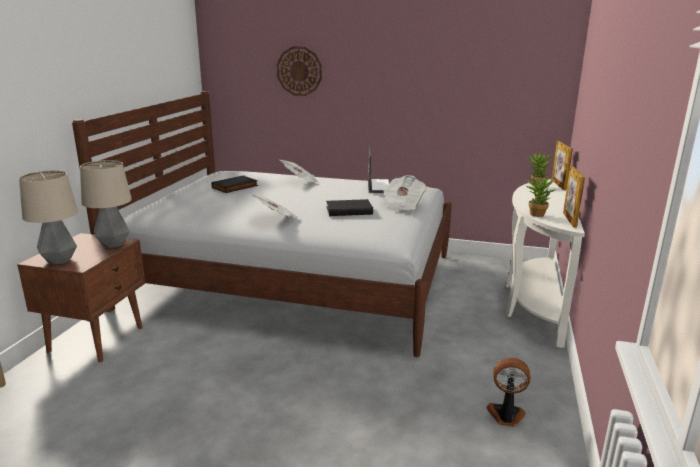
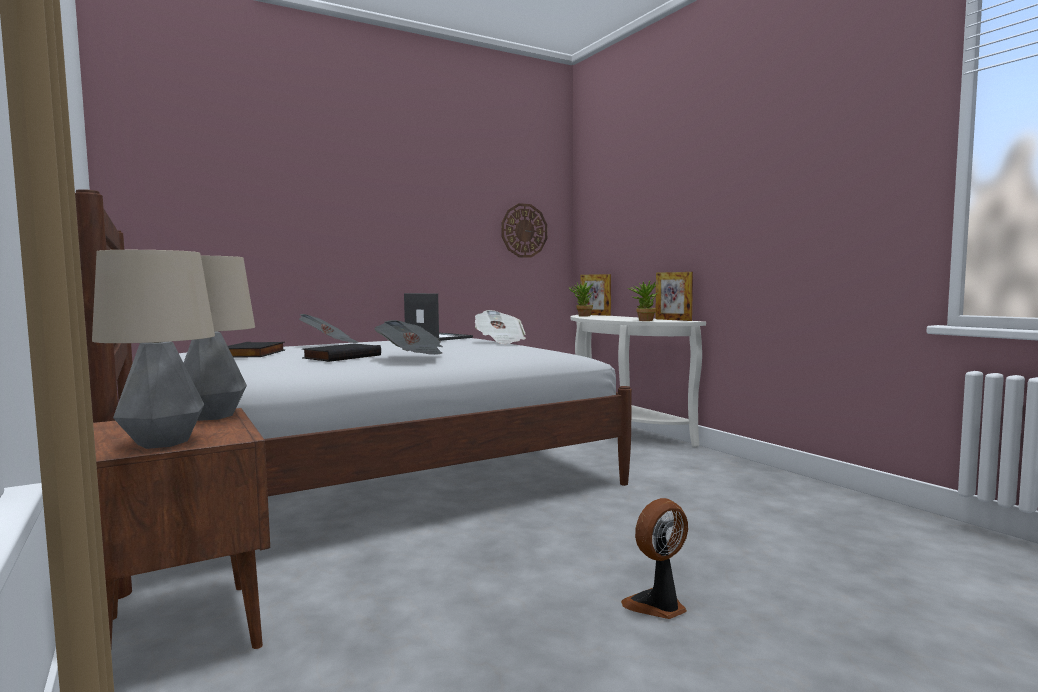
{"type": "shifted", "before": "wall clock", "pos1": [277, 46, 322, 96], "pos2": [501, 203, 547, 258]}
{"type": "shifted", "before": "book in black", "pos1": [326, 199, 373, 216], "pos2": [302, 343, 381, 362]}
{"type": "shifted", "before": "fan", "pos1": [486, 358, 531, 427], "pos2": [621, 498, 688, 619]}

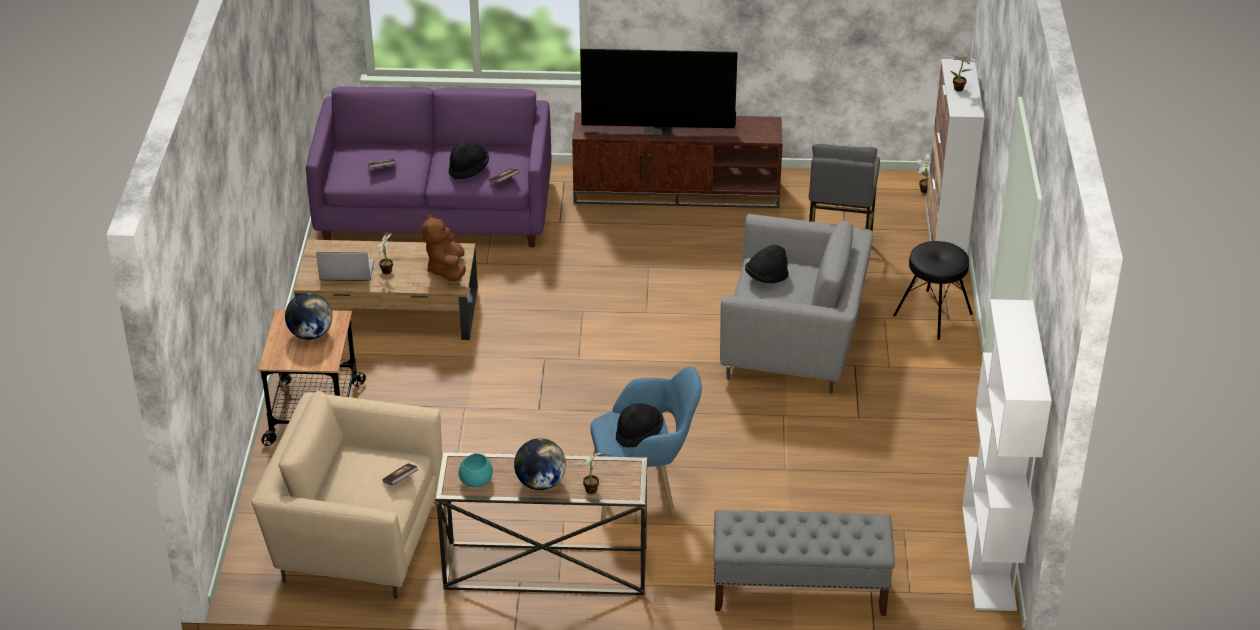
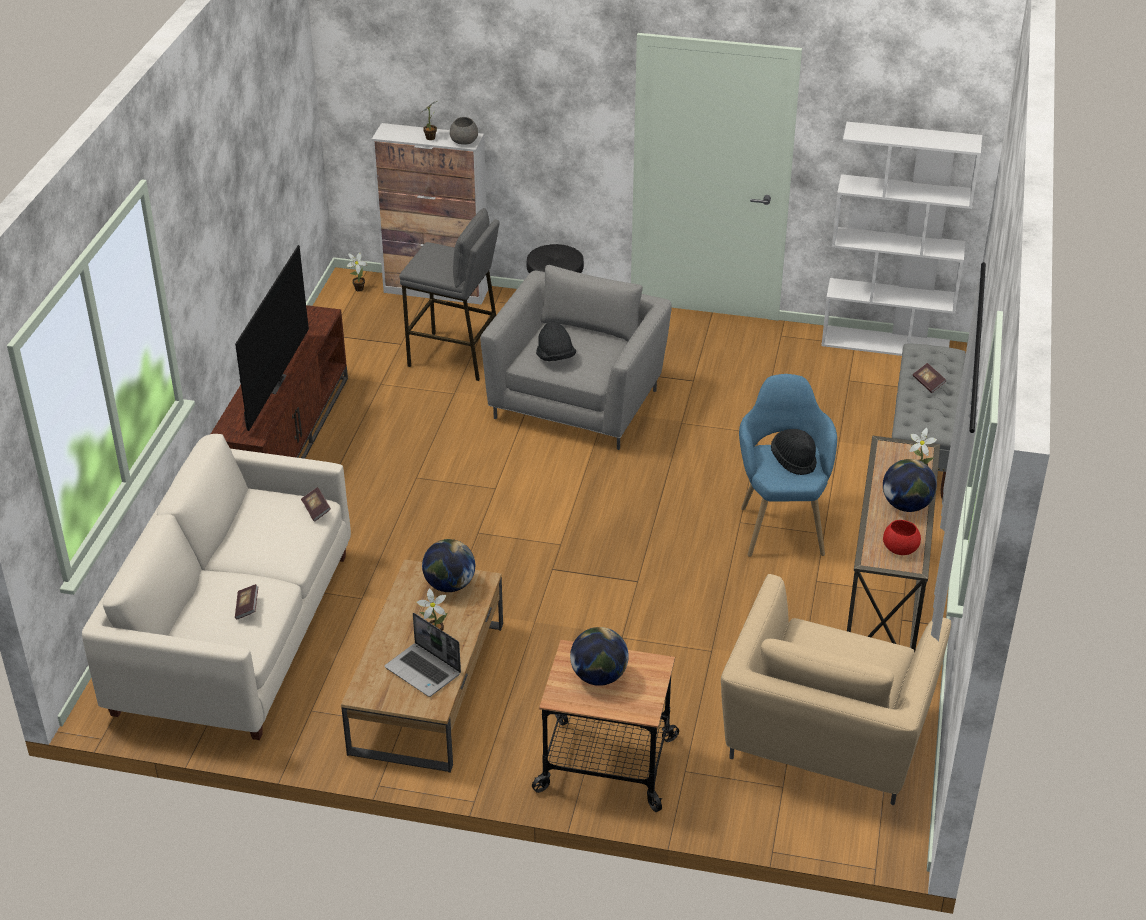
{"type": "gone", "before": "hat in black", "pos1": [449, 141, 489, 179]}
{"type": "new", "after": "bowl in grey", "pos2": [450, 117, 478, 144]}
{"type": "shifted", "before": "book", "pos1": [382, 463, 419, 485], "pos2": [913, 363, 946, 393]}
{"type": "swapped", "before": "plush toy in brown", "after": "globe", "pos1": [422, 213, 466, 282], "pos2": [422, 539, 475, 592]}
{"type": "repainted", "before": "sofa in purple", "after": "sofa in white", "pos1": [306, 86, 551, 247], "pos2": [82, 434, 351, 740]}
{"type": "repainted", "before": "bowl in turquoise", "after": "bowl in red", "pos1": [459, 453, 493, 488], "pos2": [883, 520, 921, 555]}
{"type": "rotated", "before": "laptop", "pos1": [316, 252, 374, 281], "pos2": [385, 613, 461, 697], "turn": -60}

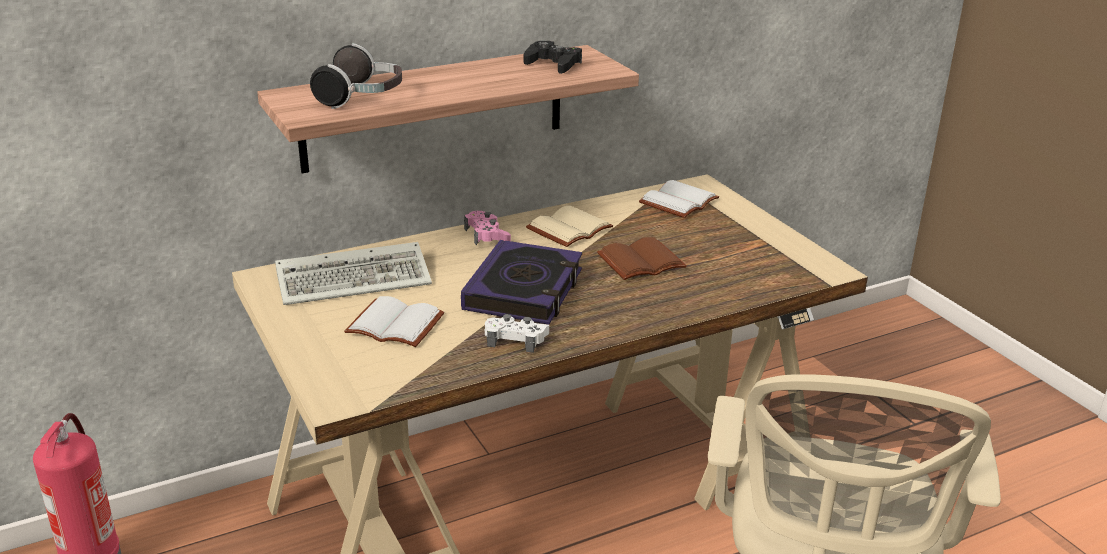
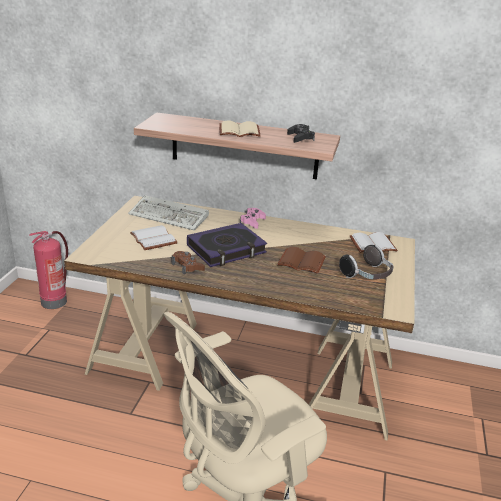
{"type": "shifted", "before": "headphones", "pos1": [310, 43, 402, 109], "pos2": [339, 245, 394, 279]}
{"type": "shifted", "before": "book in beige", "pos1": [526, 205, 613, 247], "pos2": [219, 120, 261, 137]}
{"type": "repainted", "before": "game controller in white", "after": "game controller in brown", "pos1": [485, 314, 549, 353], "pos2": [171, 251, 205, 275]}

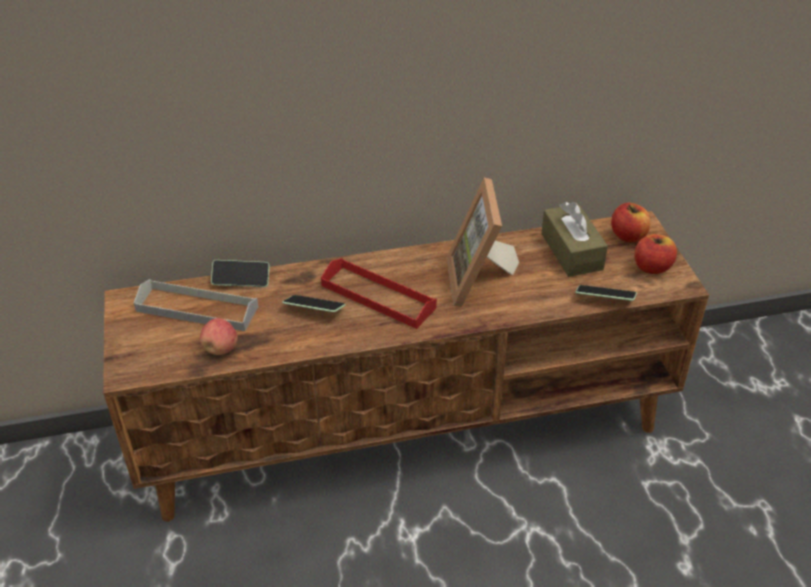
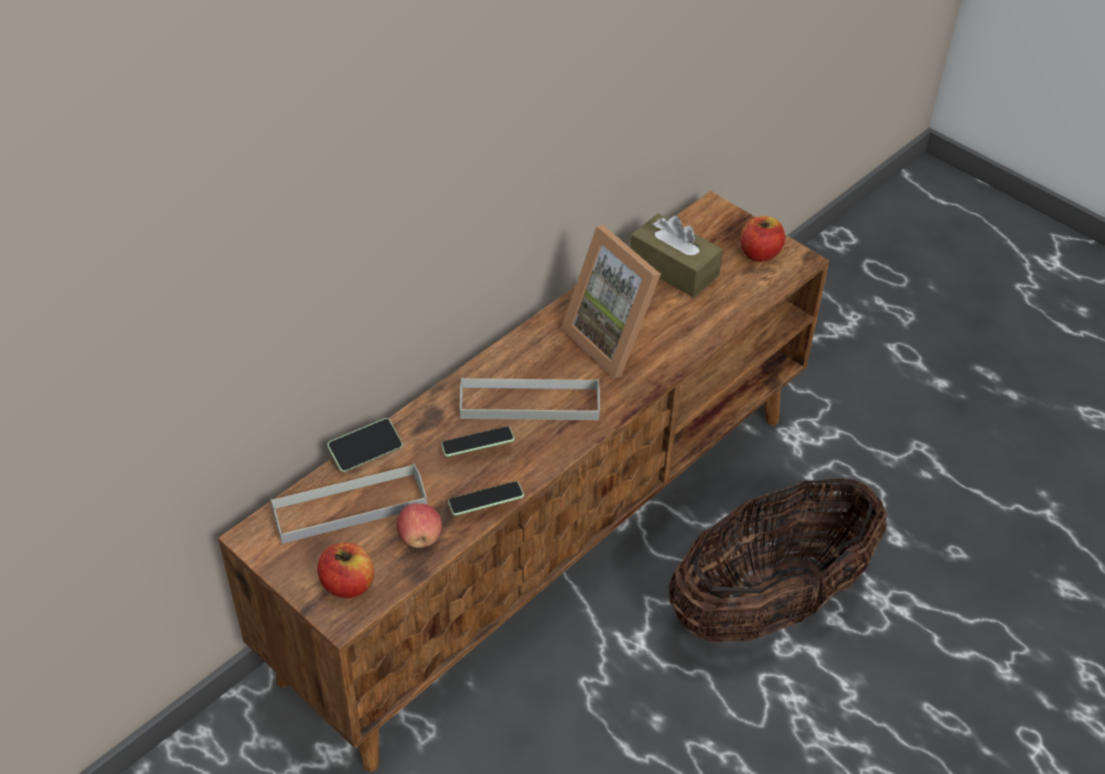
{"type": "new", "after": "basket", "pos2": [669, 478, 887, 643]}
{"type": "shifted", "before": "phone", "pos1": [575, 285, 637, 301], "pos2": [448, 481, 524, 516]}
{"type": "shifted", "before": "apple", "pos1": [611, 203, 650, 242], "pos2": [317, 543, 374, 598]}
{"type": "repainted", "before": "tray in red", "after": "tray in grey", "pos1": [321, 258, 437, 329], "pos2": [460, 377, 600, 420]}

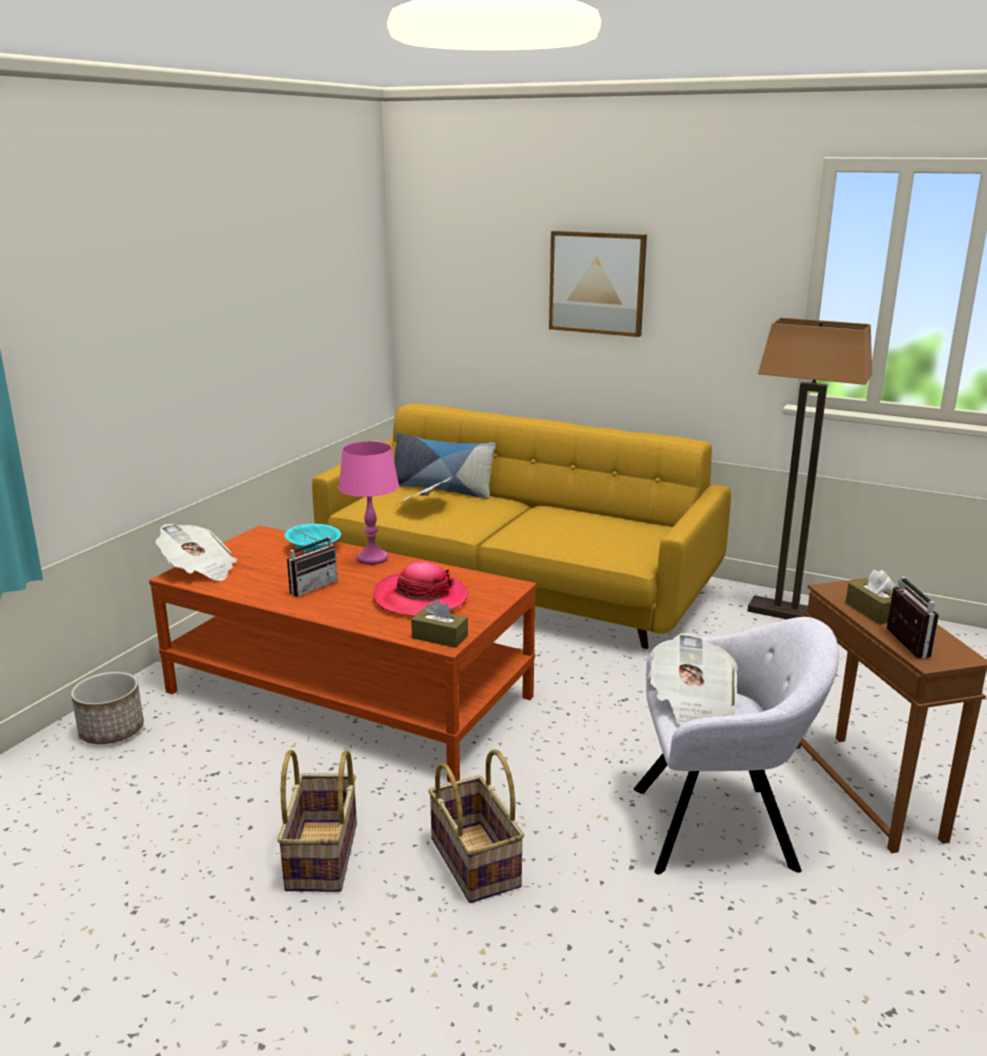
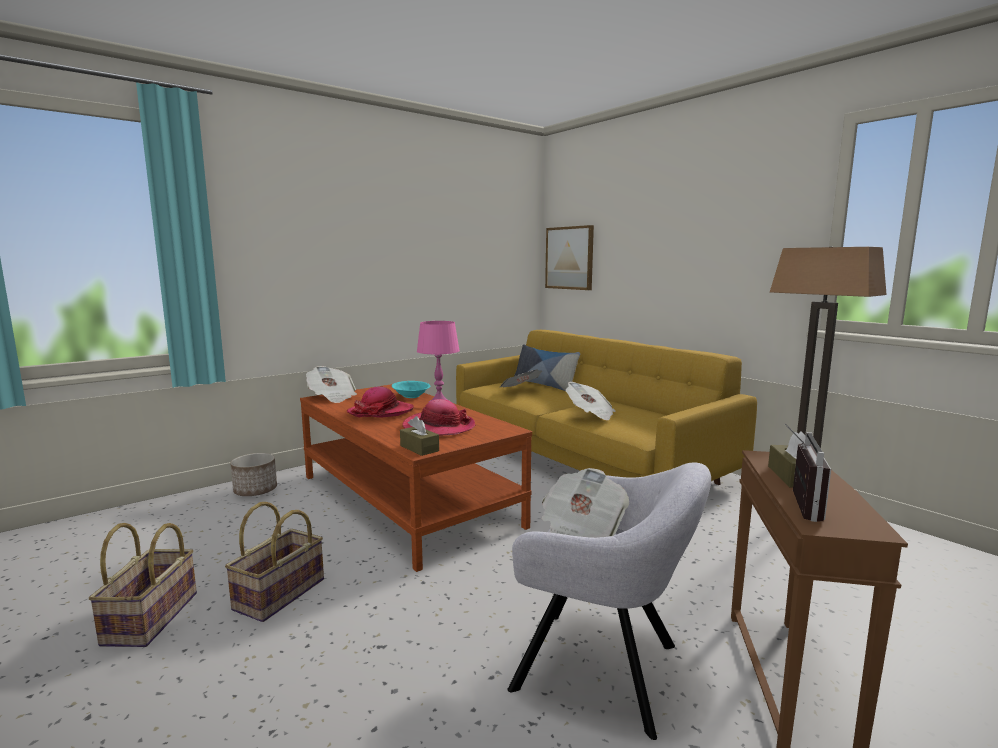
{"type": "new", "after": "newspaper", "pos2": [565, 382, 616, 420]}
{"type": "shifted", "before": "basket", "pos1": [428, 749, 524, 903], "pos2": [88, 523, 197, 647]}
{"type": "shifted", "before": "picture", "pos1": [549, 231, 647, 337], "pos2": [545, 225, 594, 290]}
{"type": "swapped", "before": "radio", "after": "hat", "pos1": [287, 528, 338, 597], "pos2": [347, 387, 414, 418]}

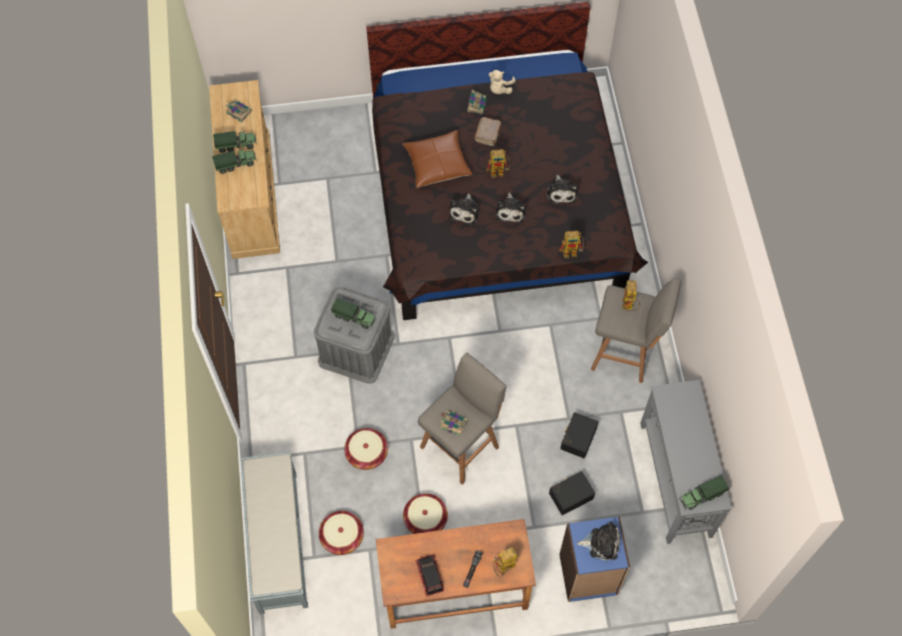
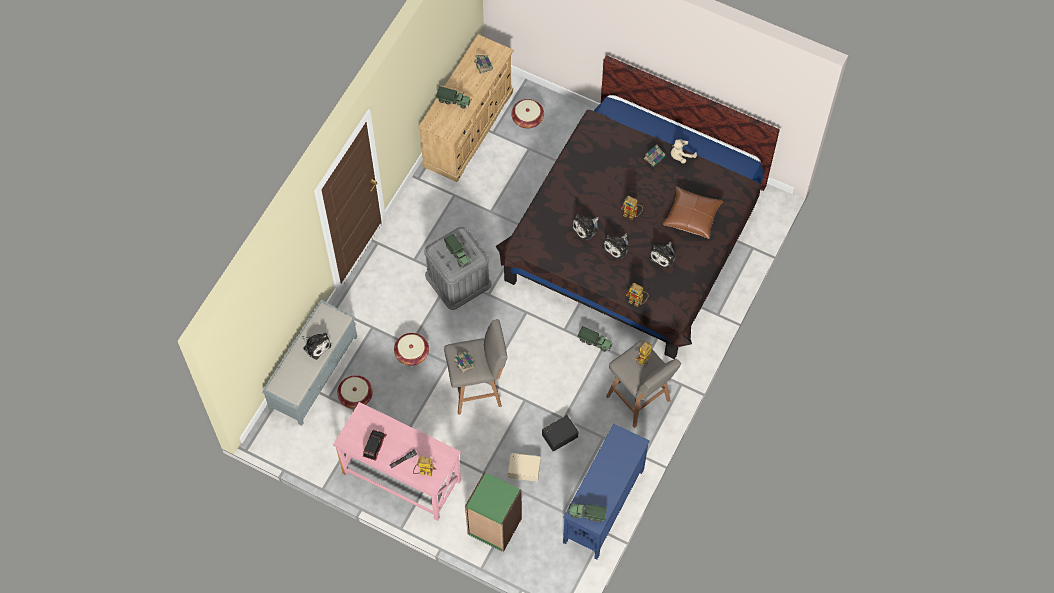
{"type": "gone", "before": "book in brown", "pos1": [475, 117, 501, 146]}
{"type": "shifted", "before": "toy truck", "pos1": [213, 131, 257, 153], "pos2": [578, 326, 613, 352]}
{"type": "shifted", "before": "pillow in brown", "pos1": [402, 130, 472, 188], "pos2": [663, 187, 723, 239]}
{"type": "shifted", "before": "basket", "pos1": [403, 493, 448, 534], "pos2": [511, 99, 544, 128]}
{"type": "shifted", "before": "plush toy", "pos1": [577, 521, 620, 560], "pos2": [302, 333, 331, 360]}
{"type": "repainted", "before": "desk in brown", "after": "desk in pink", "pos1": [376, 519, 536, 629], "pos2": [333, 402, 461, 521]}
{"type": "repainted", "before": "storage box in black", "after": "storage box in beige", "pos1": [549, 471, 595, 515], "pos2": [508, 453, 541, 482]}
{"type": "repainted", "before": "bookcase in blue", "after": "bookcase in green", "pos1": [559, 516, 630, 602], "pos2": [465, 472, 522, 552]}
{"type": "repainted", "before": "console table in grey", "after": "console table in blue", "pos1": [640, 380, 732, 544], "pos2": [563, 424, 650, 559]}

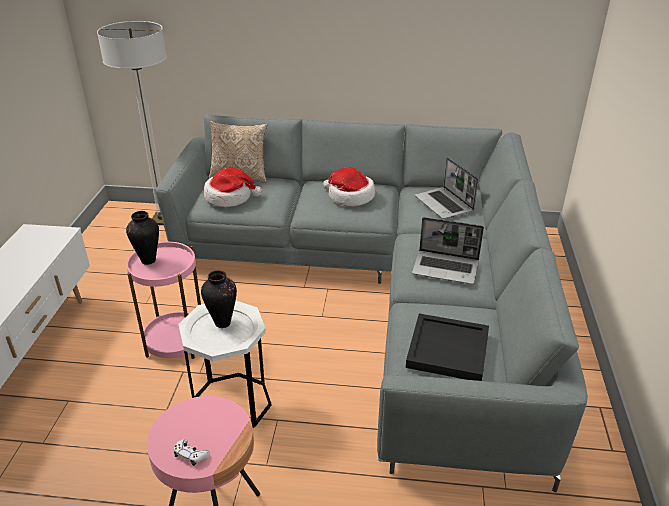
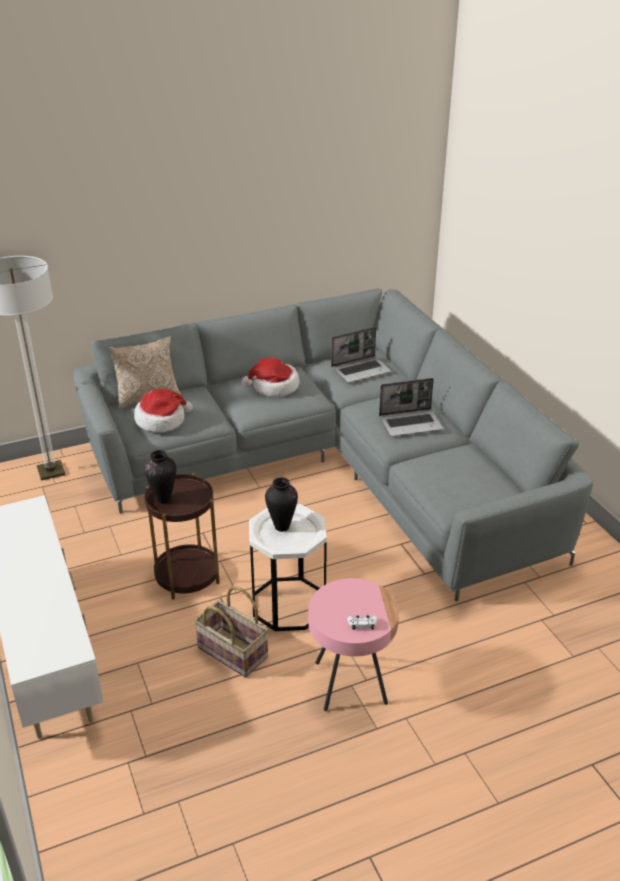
{"type": "gone", "before": "tray in black", "pos1": [406, 313, 489, 381]}
{"type": "new", "after": "basket", "pos2": [194, 586, 268, 678]}
{"type": "repainted", "before": "side table in pink", "after": "side table in brown", "pos1": [126, 242, 201, 359], "pos2": [145, 473, 220, 600]}
{"type": "rotated", "before": "laptop", "pos1": [415, 157, 478, 219], "pos2": [331, 327, 392, 383], "turn": -60}

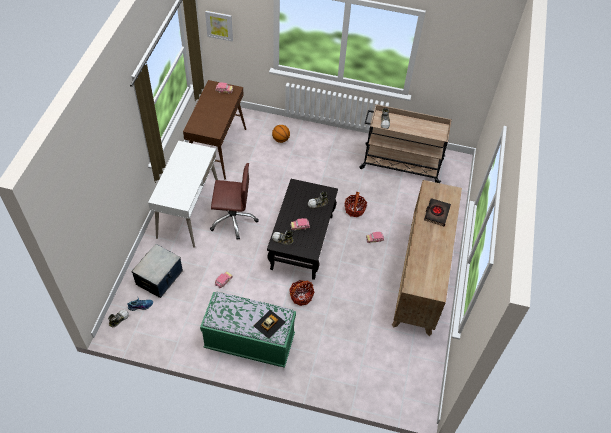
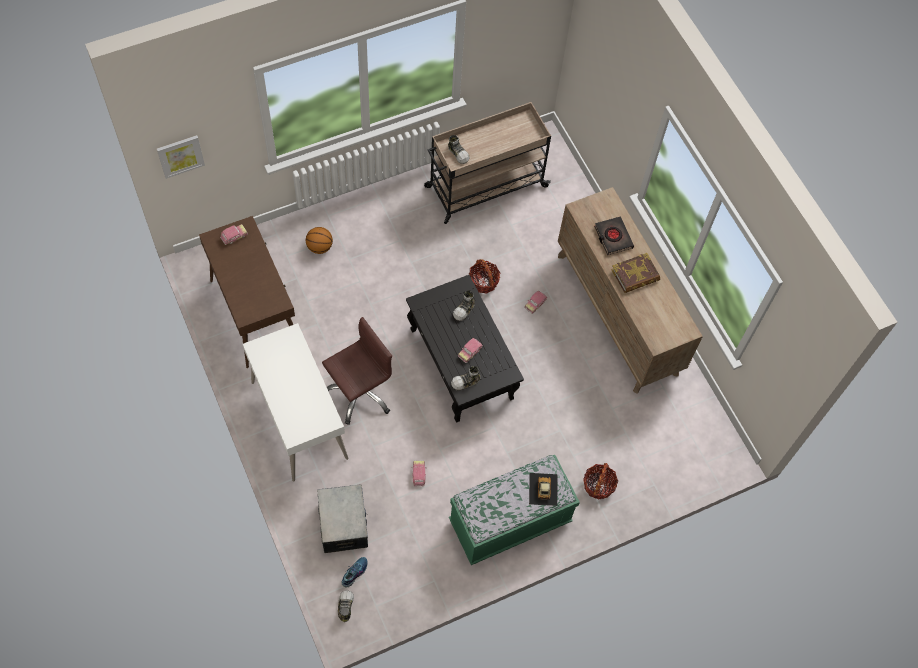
{"type": "new", "after": "book", "pos2": [611, 253, 660, 293]}
{"type": "shifted", "before": "basket", "pos1": [289, 280, 314, 306], "pos2": [583, 463, 619, 500]}

